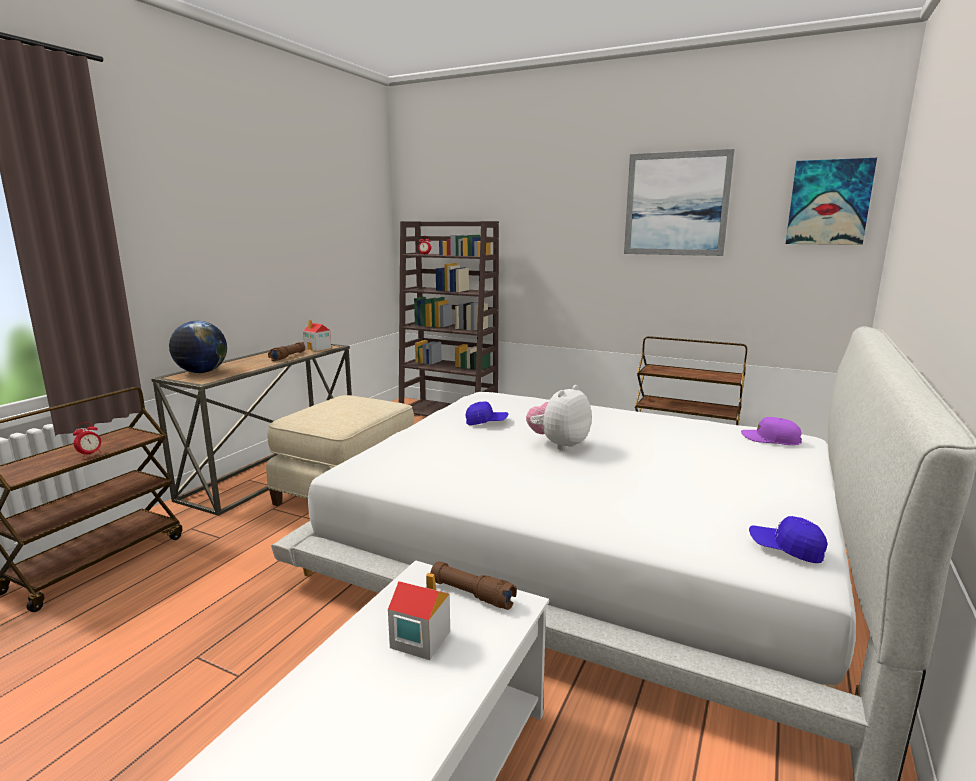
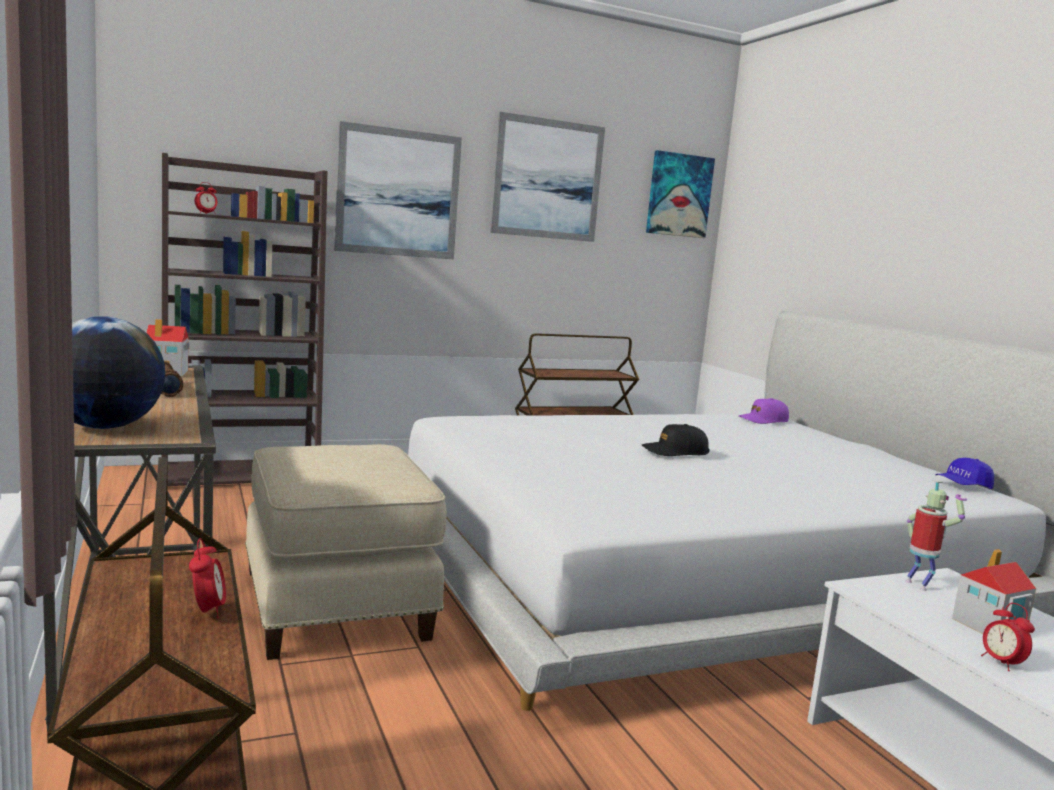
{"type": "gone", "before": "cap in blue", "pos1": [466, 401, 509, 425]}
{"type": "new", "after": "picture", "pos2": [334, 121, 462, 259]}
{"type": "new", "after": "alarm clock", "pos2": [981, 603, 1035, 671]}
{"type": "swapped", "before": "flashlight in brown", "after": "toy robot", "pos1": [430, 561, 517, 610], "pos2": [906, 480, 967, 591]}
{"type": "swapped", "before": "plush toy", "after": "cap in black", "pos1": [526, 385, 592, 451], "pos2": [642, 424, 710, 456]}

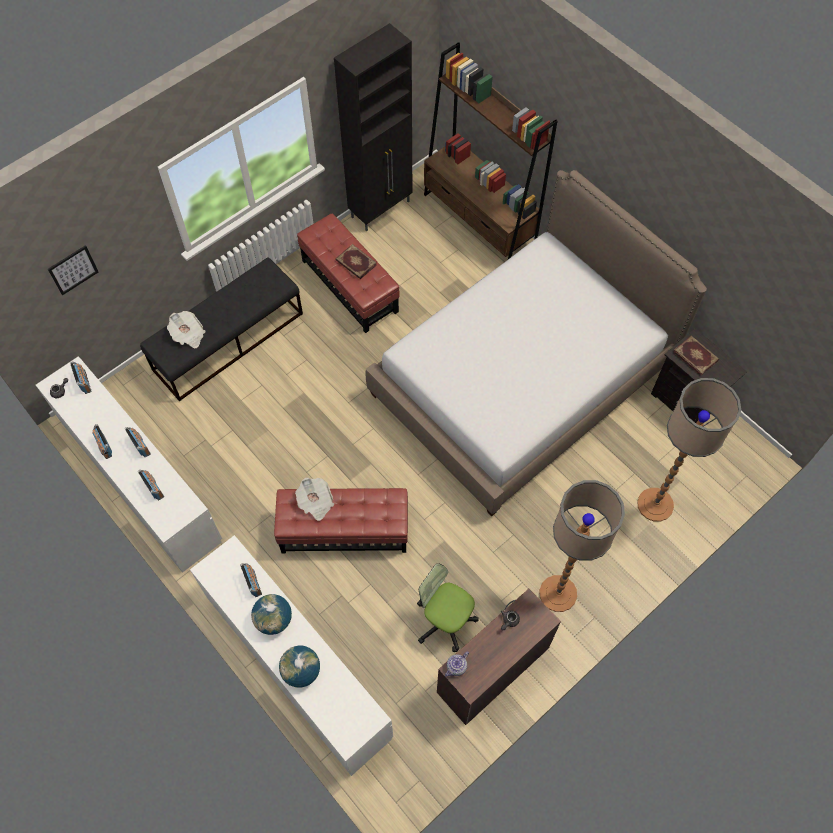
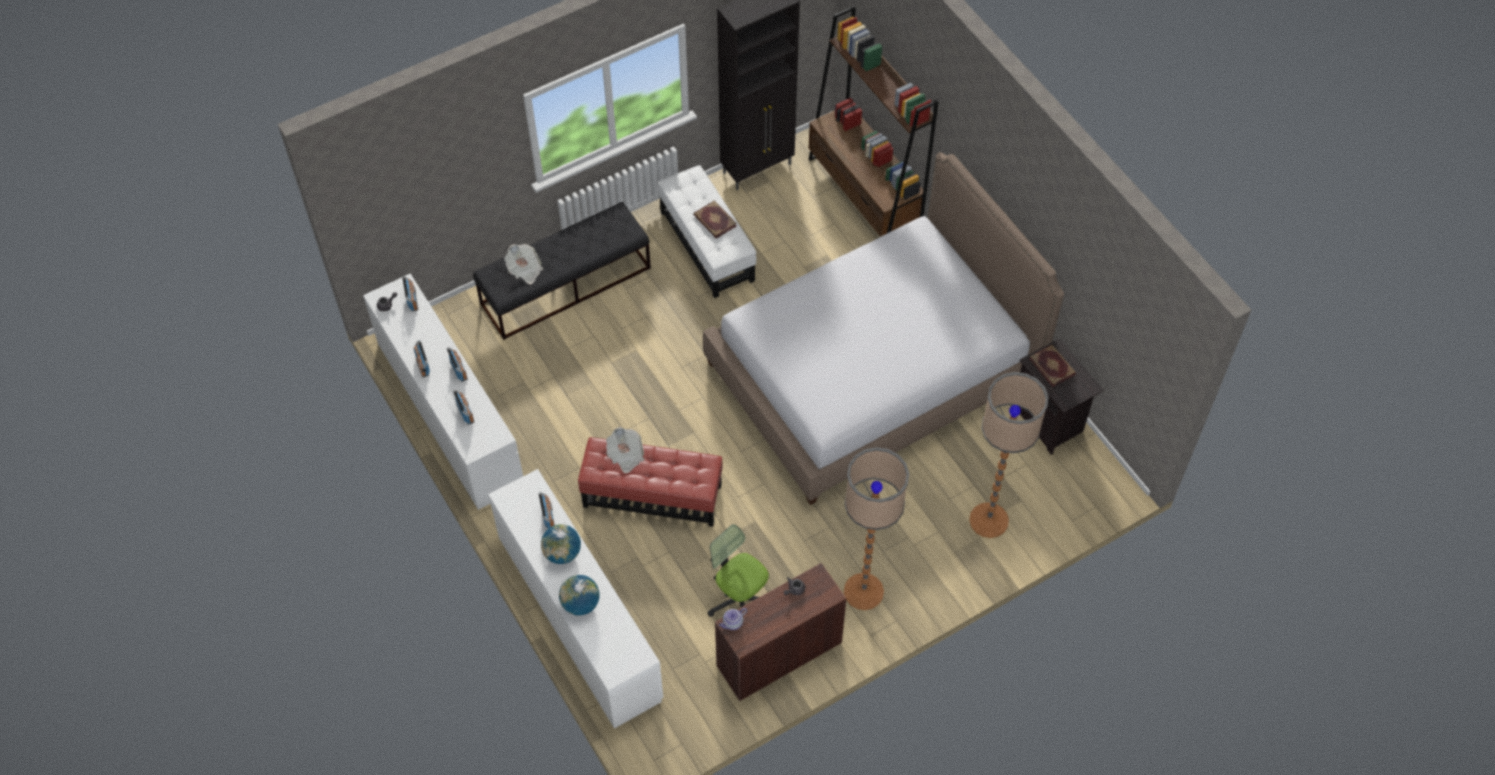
{"type": "gone", "before": "picture", "pos1": [48, 245, 98, 295]}
{"type": "repainted", "before": "ottoman in red", "after": "ottoman in white", "pos1": [297, 213, 399, 333], "pos2": [658, 165, 756, 298]}

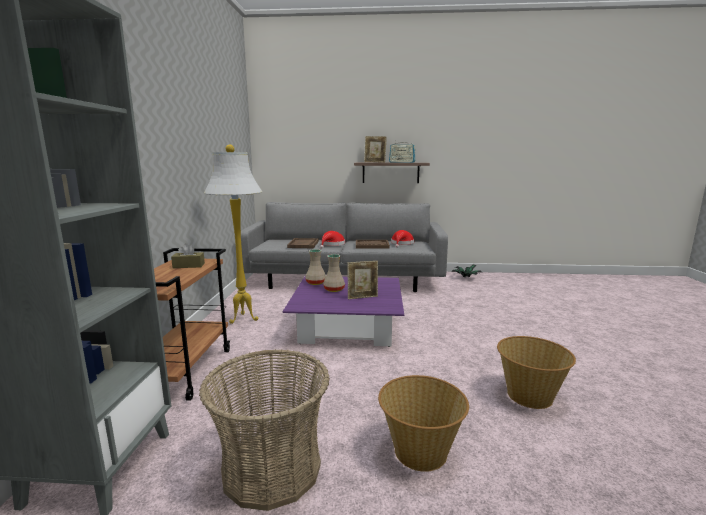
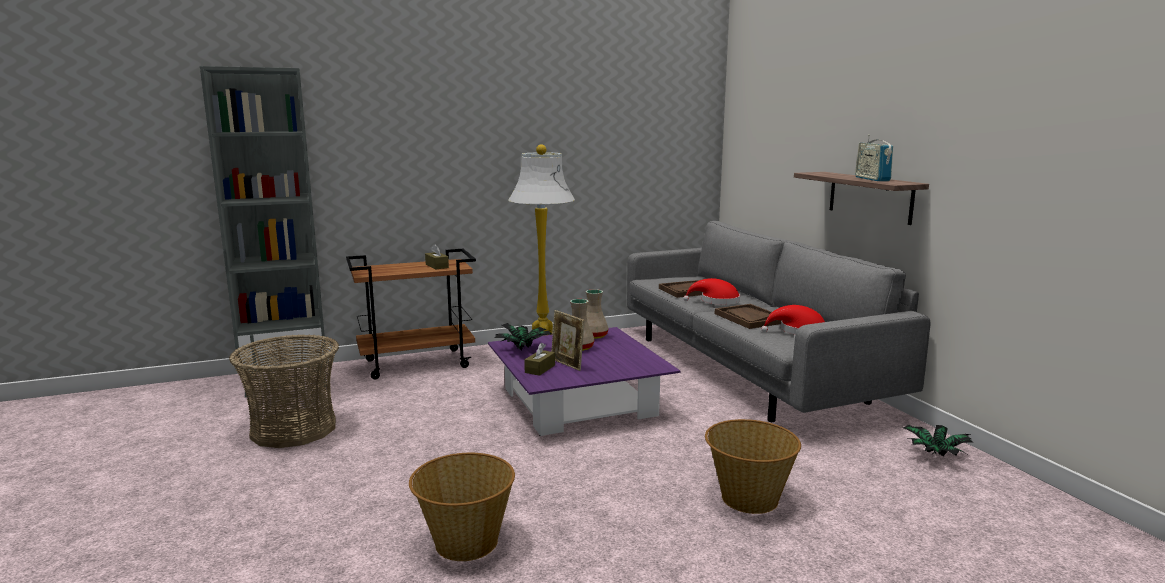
{"type": "gone", "before": "picture frame", "pos1": [364, 136, 387, 163]}
{"type": "new", "after": "potted plant", "pos2": [494, 323, 552, 350]}
{"type": "new", "after": "tissue box in brown", "pos2": [524, 343, 555, 376]}
{"type": "shifted", "before": "basket", "pos1": [378, 375, 469, 472], "pos2": [705, 419, 801, 514]}

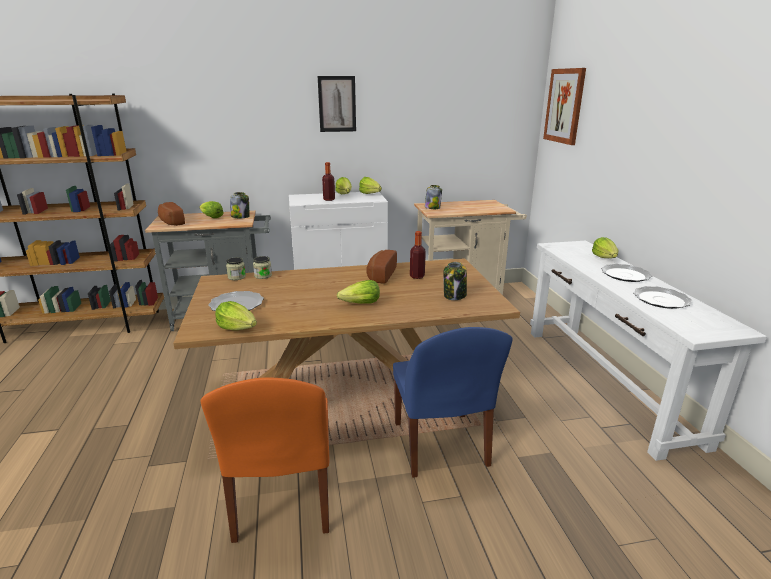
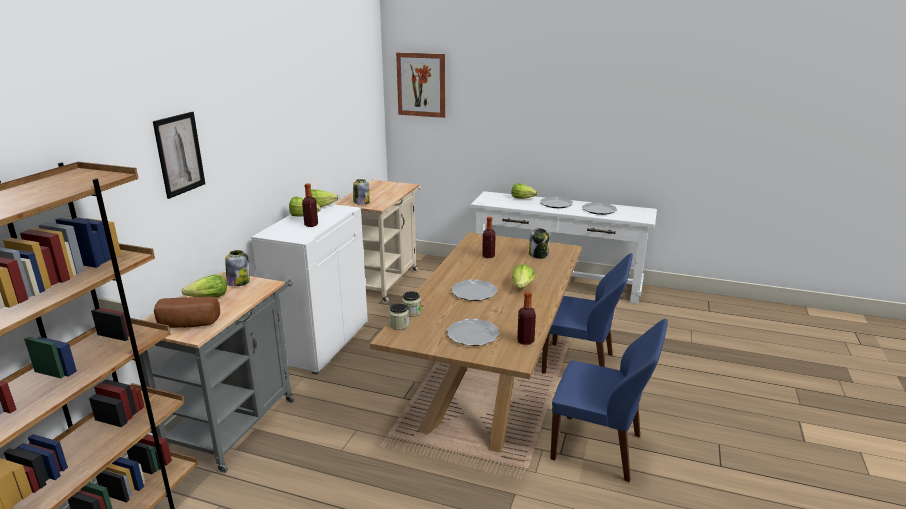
{"type": "gone", "before": "bread", "pos1": [367, 250, 397, 284]}
{"type": "new", "after": "plate", "pos2": [451, 280, 498, 301]}
{"type": "shifted", "before": "picture", "pos1": [318, 76, 356, 132], "pos2": [153, 112, 205, 199]}
{"type": "swapped", "before": "lettuce", "after": "bottle", "pos1": [215, 301, 257, 330], "pos2": [517, 291, 536, 345]}
{"type": "repainted", "before": "chair in orange", "after": "chair in blue", "pos1": [201, 377, 329, 543], "pos2": [550, 319, 668, 482]}

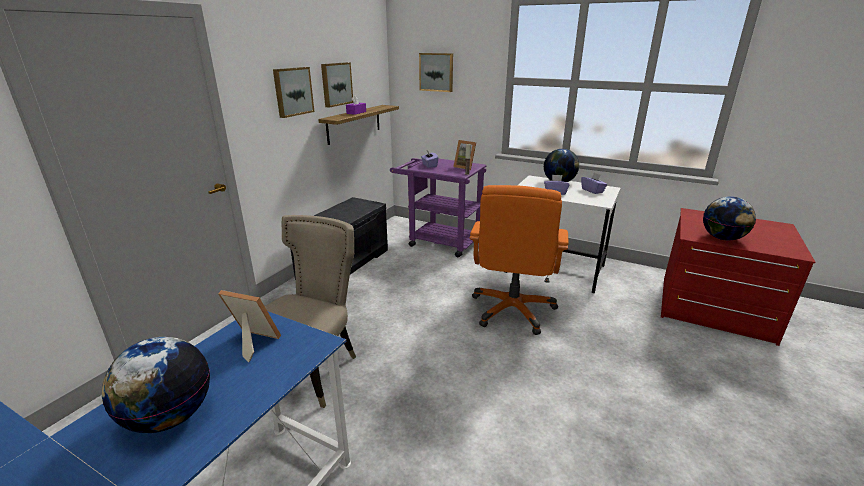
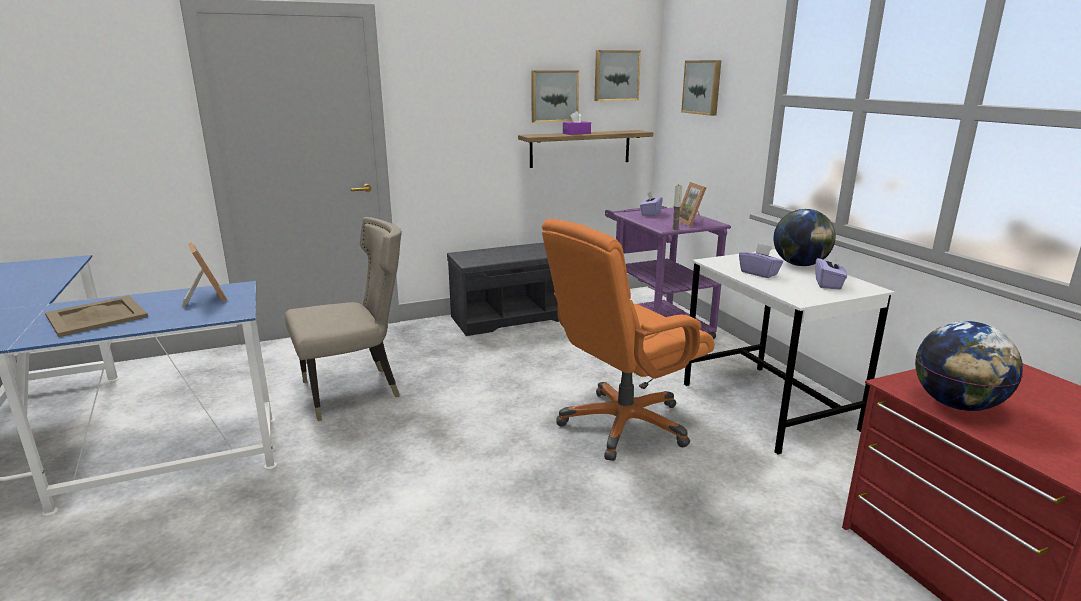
{"type": "shifted", "before": "picture", "pos1": [273, 67, 314, 118], "pos2": [594, 50, 641, 101]}
{"type": "swapped", "before": "globe", "after": "tray in beige", "pos1": [102, 337, 210, 433], "pos2": [45, 295, 148, 337]}

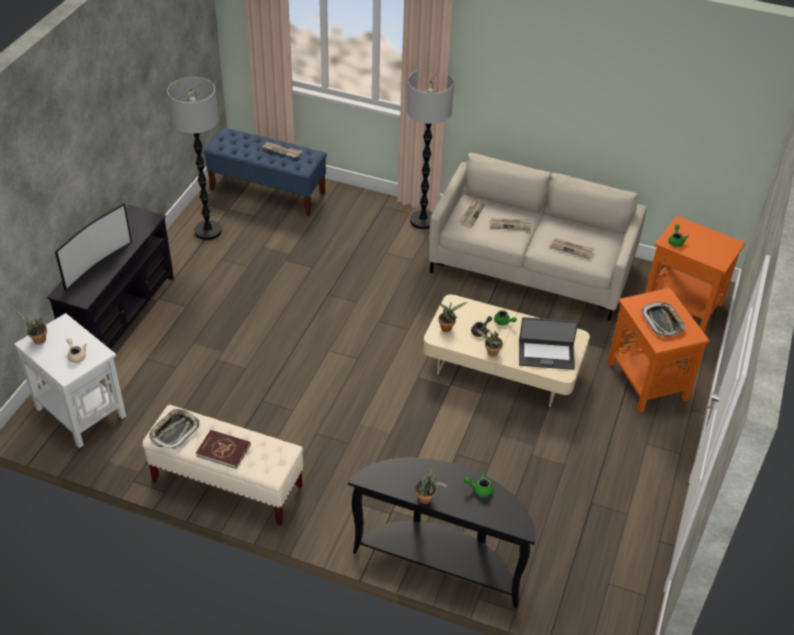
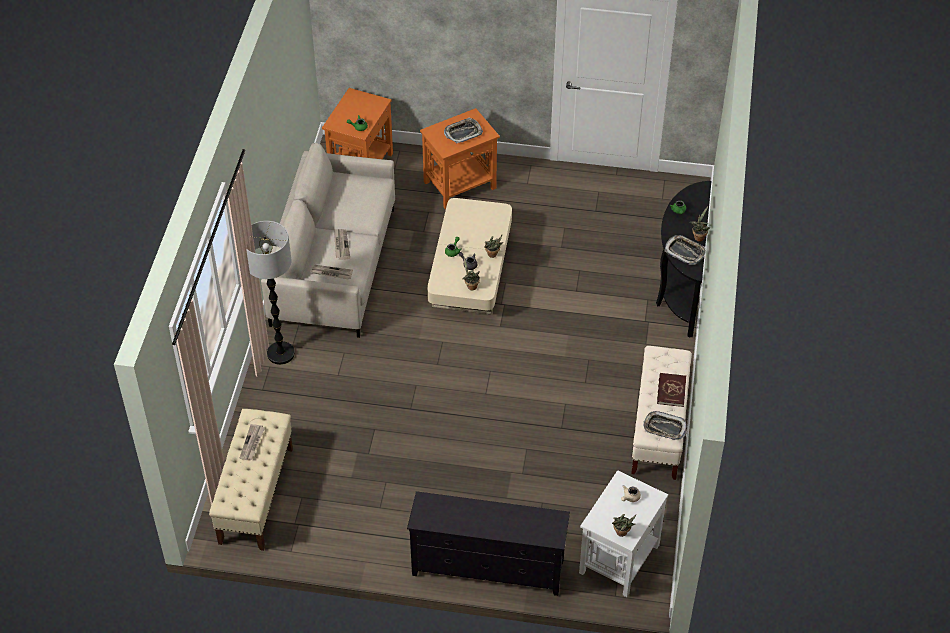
{"type": "gone", "before": "television", "pos1": [55, 204, 132, 291]}
{"type": "gone", "before": "floor lamp", "pos1": [167, 77, 222, 240]}
{"type": "gone", "before": "laptop", "pos1": [519, 317, 578, 370]}
{"type": "gone", "before": "newspaper", "pos1": [549, 238, 594, 259]}
{"type": "new", "after": "tray", "pos2": [665, 235, 706, 265]}
{"type": "repainted", "before": "bench in blue", "after": "bench in beige", "pos1": [203, 128, 327, 216], "pos2": [209, 409, 293, 551]}

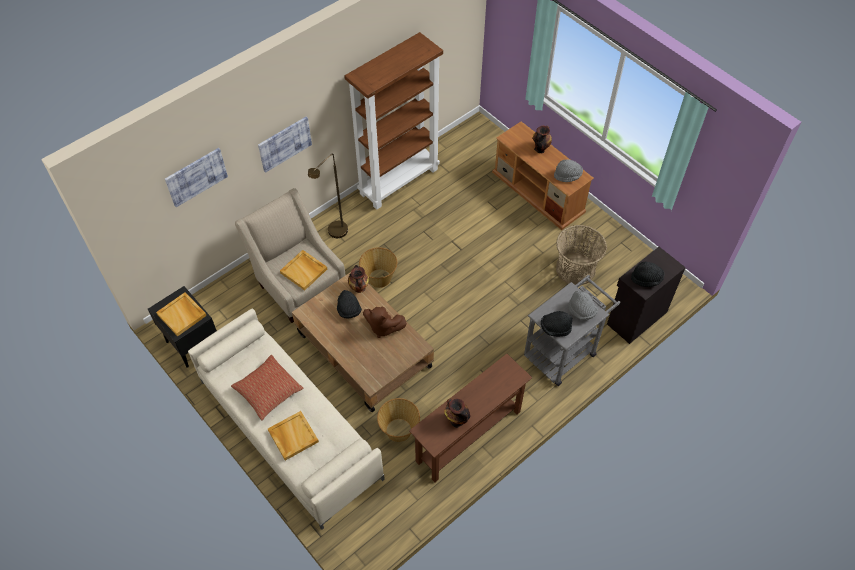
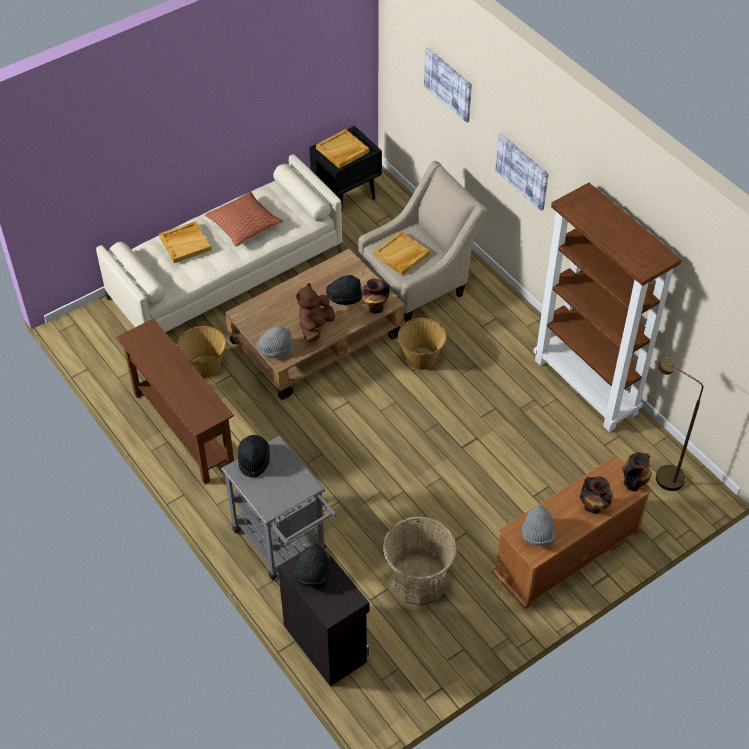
{"type": "shifted", "before": "floor lamp in brown", "pos1": [308, 154, 348, 238], "pos2": [656, 357, 703, 491]}
{"type": "shifted", "before": "vase", "pos1": [444, 398, 471, 428], "pos2": [622, 452, 652, 492]}
{"type": "shifted", "before": "hat in grey", "pos1": [568, 291, 598, 320], "pos2": [256, 326, 293, 358]}

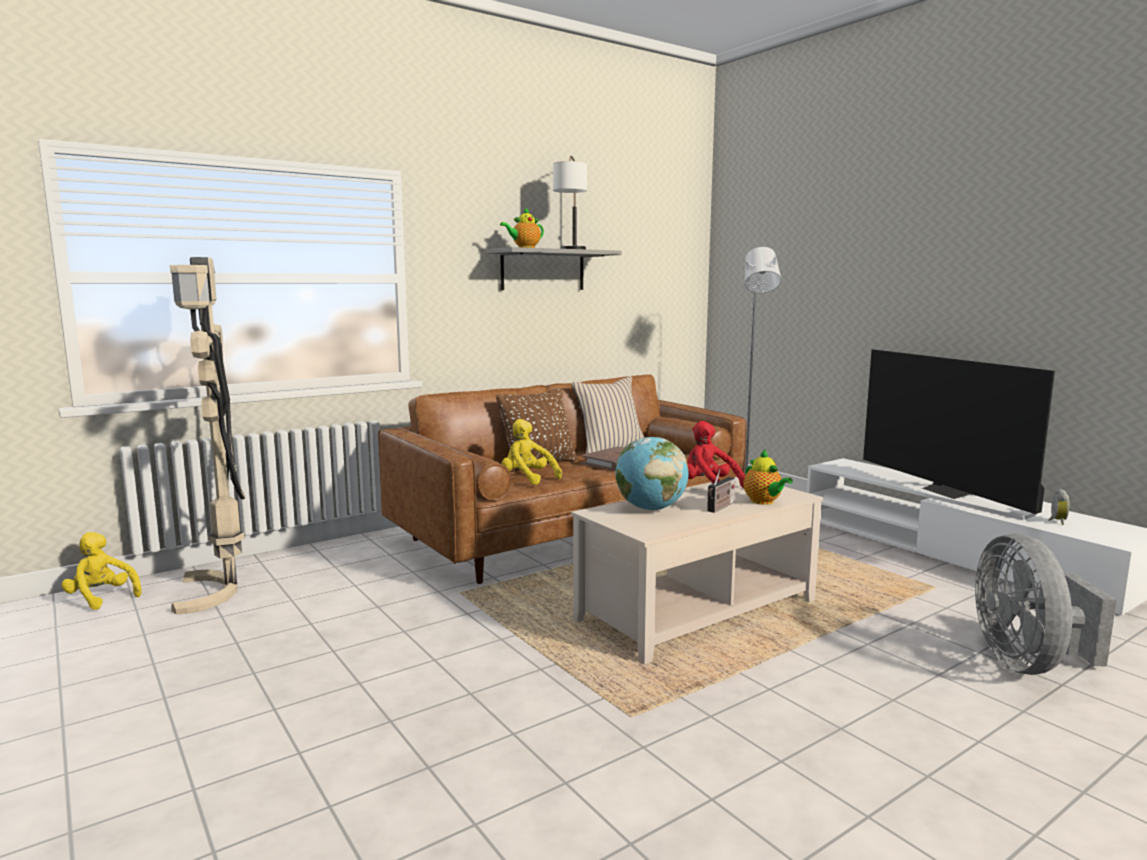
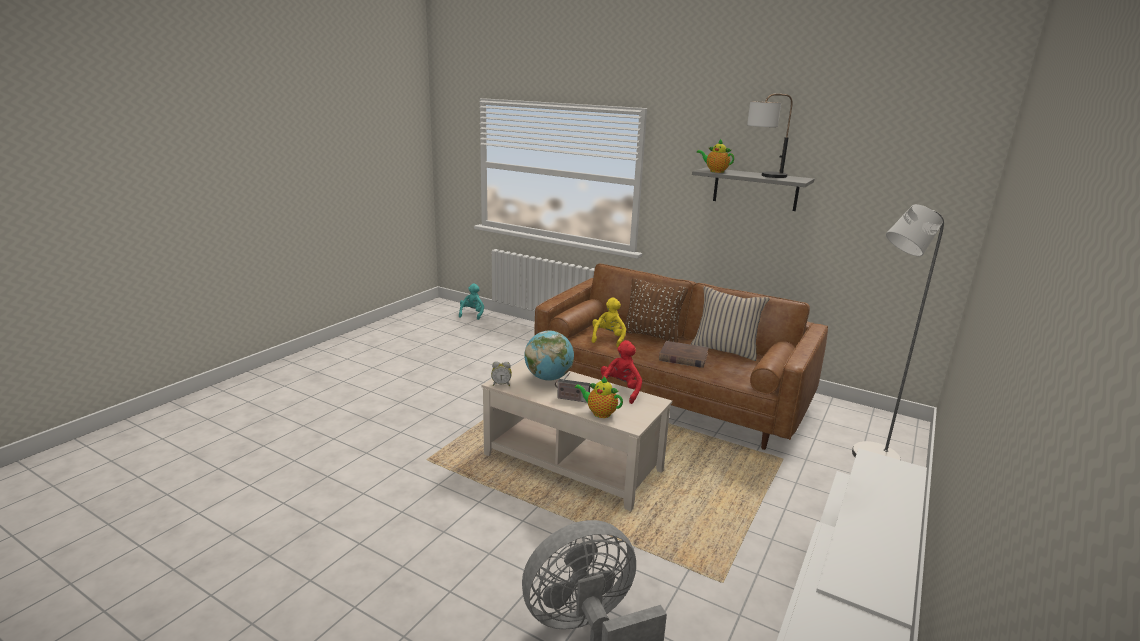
{"type": "gone", "before": "floor lamp in beige", "pos1": [170, 257, 245, 615]}
{"type": "gone", "before": "television", "pos1": [863, 349, 1055, 514]}
{"type": "shifted", "before": "alarm clock", "pos1": [1048, 489, 1069, 525], "pos2": [491, 361, 512, 386]}
{"type": "repainted", "before": "plush toy in yellow", "after": "plush toy in turquoise", "pos1": [61, 532, 142, 610], "pos2": [459, 283, 484, 320]}
{"type": "rotated", "before": "teapot", "pos1": [743, 449, 793, 505], "pos2": [574, 376, 623, 418], "turn": 75}

